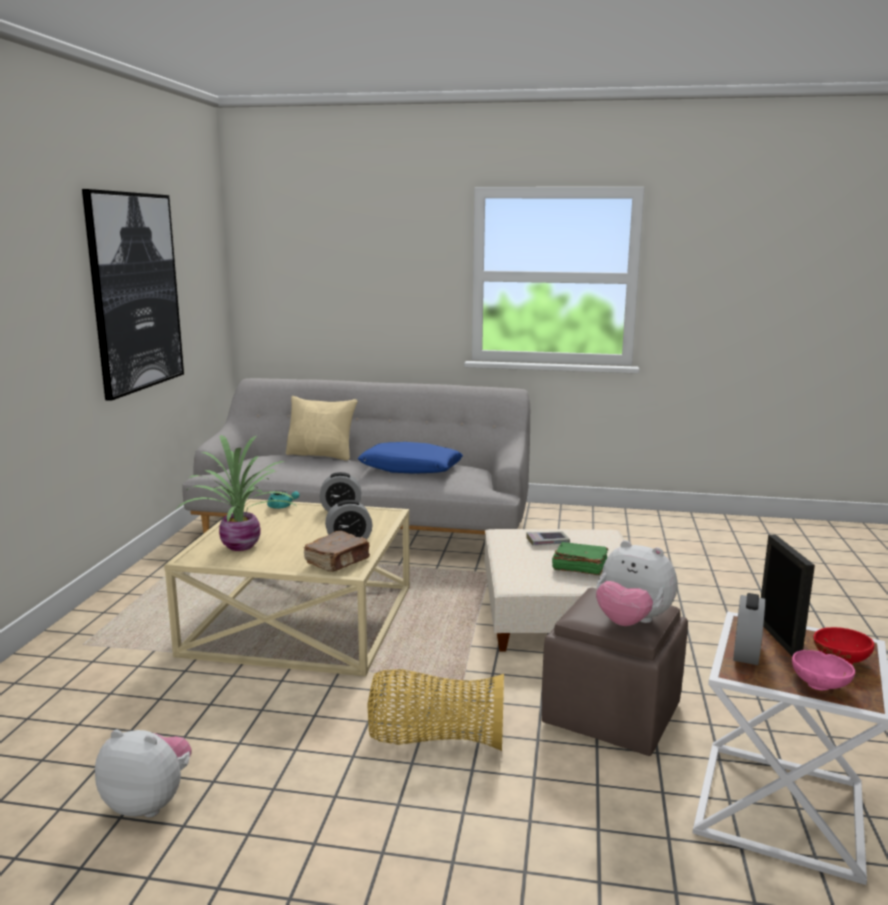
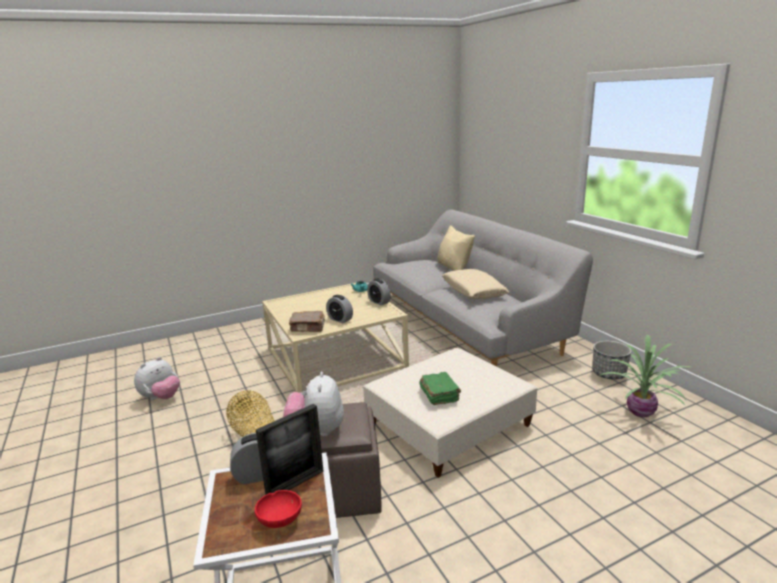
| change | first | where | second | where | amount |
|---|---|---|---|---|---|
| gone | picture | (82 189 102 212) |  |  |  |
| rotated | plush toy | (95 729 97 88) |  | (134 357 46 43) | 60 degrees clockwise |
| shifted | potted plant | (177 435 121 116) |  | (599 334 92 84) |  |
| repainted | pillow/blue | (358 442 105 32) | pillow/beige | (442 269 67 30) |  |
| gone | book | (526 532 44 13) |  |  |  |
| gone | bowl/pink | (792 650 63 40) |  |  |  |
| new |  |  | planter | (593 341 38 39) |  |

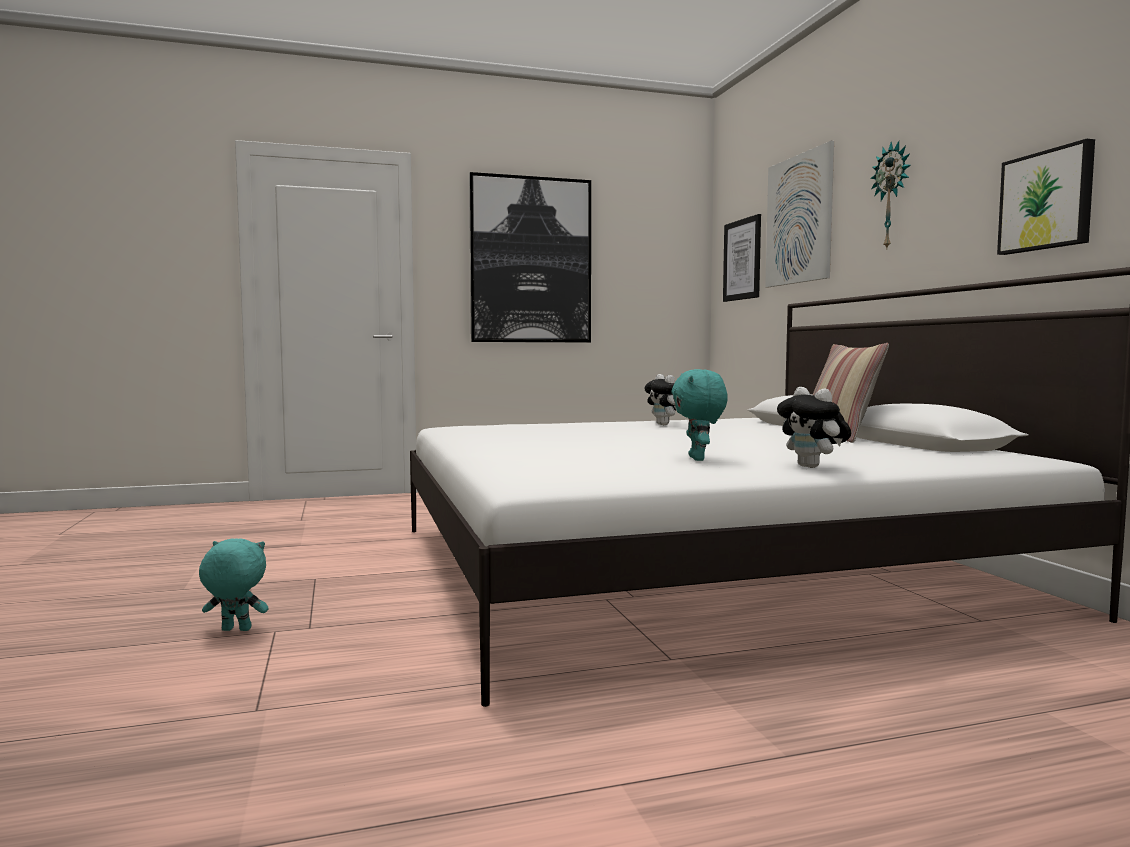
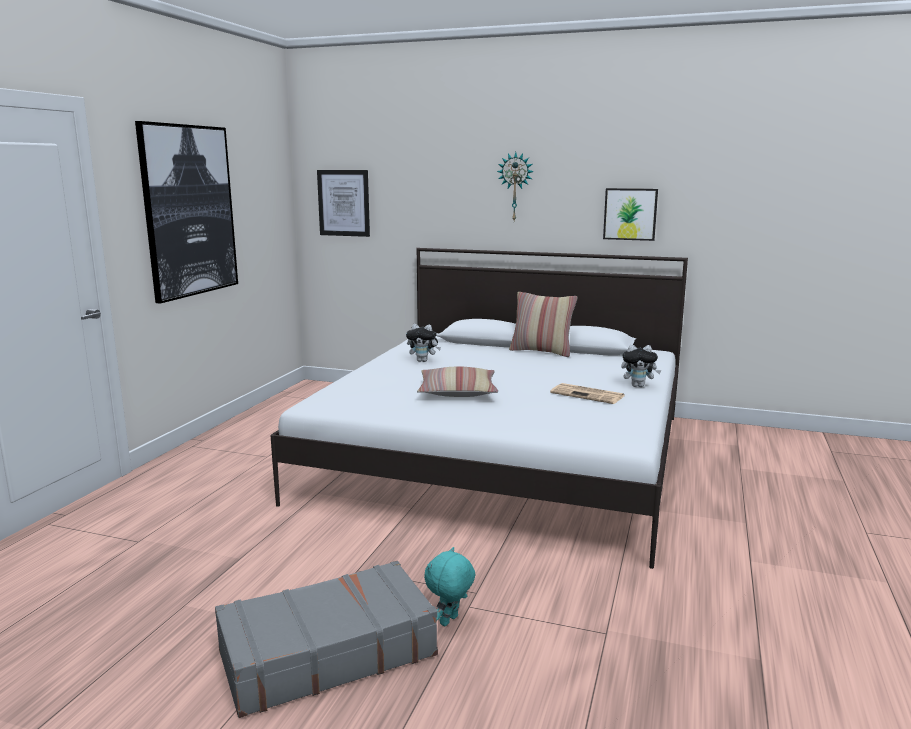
| change | first | where | second | where | amount |
|---|---|---|---|---|---|
| swapped | plush toy/turquoise | (671 369 57 92) | newspaper | (550 383 74 21) |  |
| gone | picture | (765 141 69 146) |  |  |  |
| new |  |  | suitcase/grey | (215 561 223 157) |  |
| new |  |  | pillow | (417 367 81 30) |  |

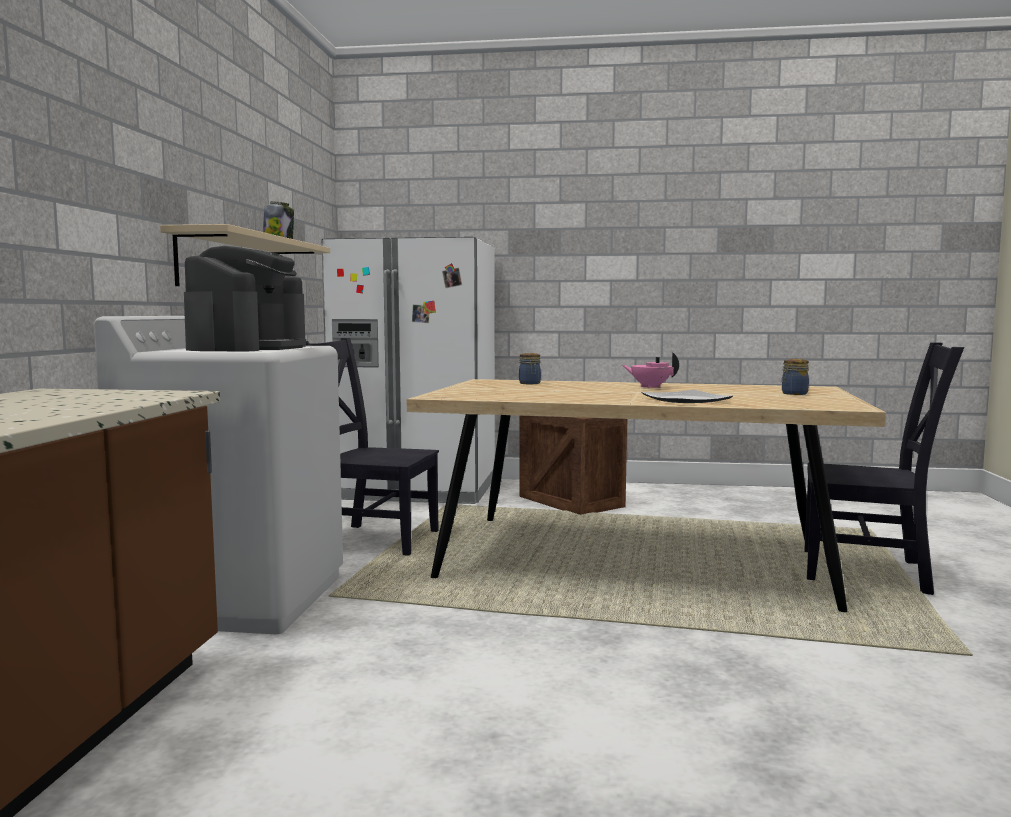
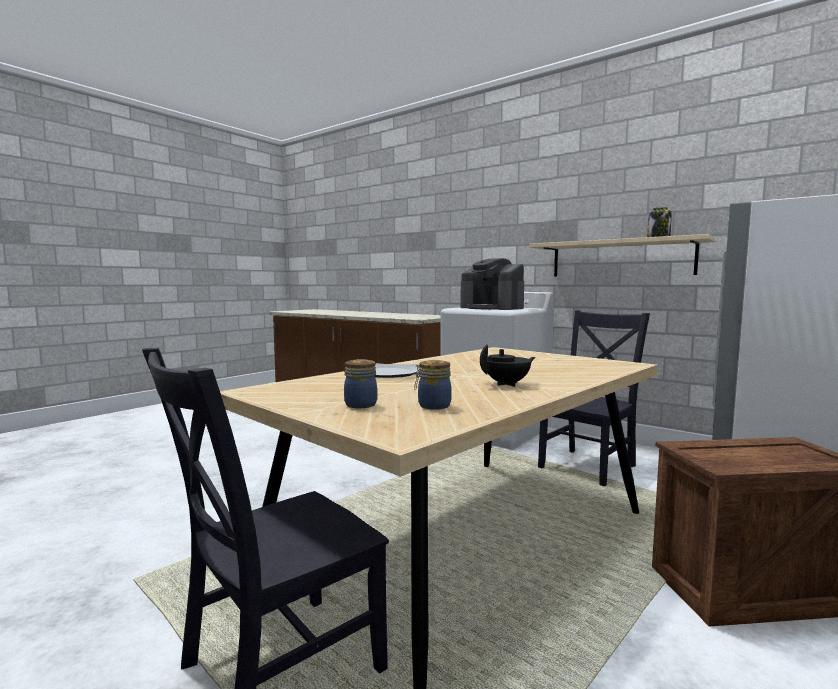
| change | first | where | second | where | amount |
|---|---|---|---|---|---|
| shifted | jar | (519 353 22 31) |  | (414 360 37 50) |  |
| repainted | teapot/pink | (622 352 57 36) | teapot/black | (480 344 55 43) |  |

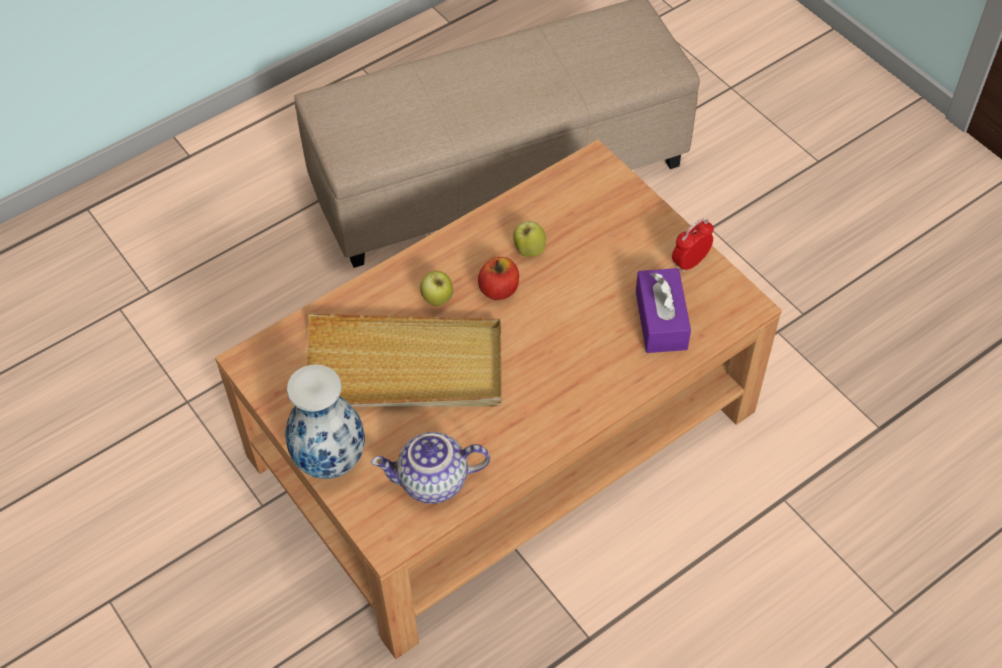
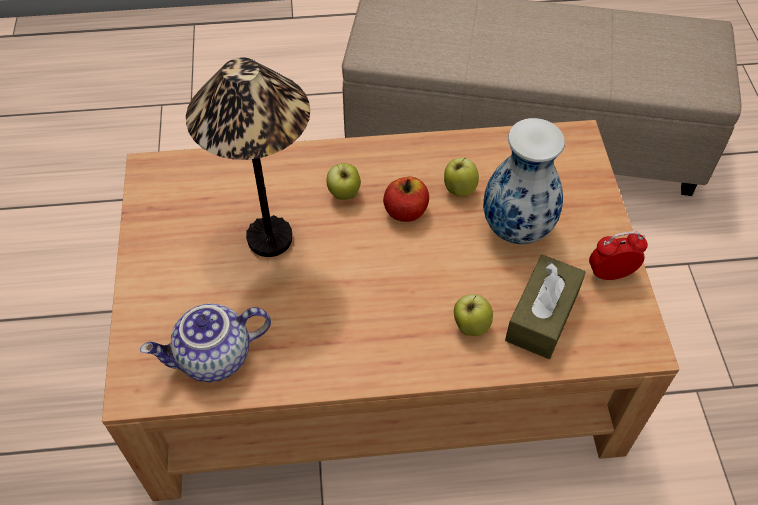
| change | first | where | second | where | amount |
|---|---|---|---|---|---|
| shifted | vase | (285 364 80 115) |  | (483 118 82 126) |  |
| swapped | tray/beige | (307 314 195 92) | table lamp | (186 57 124 200) |  |
| rotated | teapot | (371 432 119 72) |  | (140 304 131 78) | 45 degrees counterclockwise |
| repainted | tissue box/purple | (636 268 55 85) | tissue box/brown | (505 255 81 104) |  |
| new |  |  | apple | (454 294 39 42) |  |

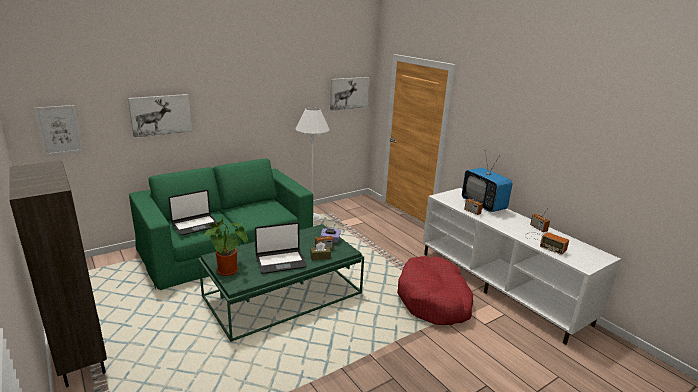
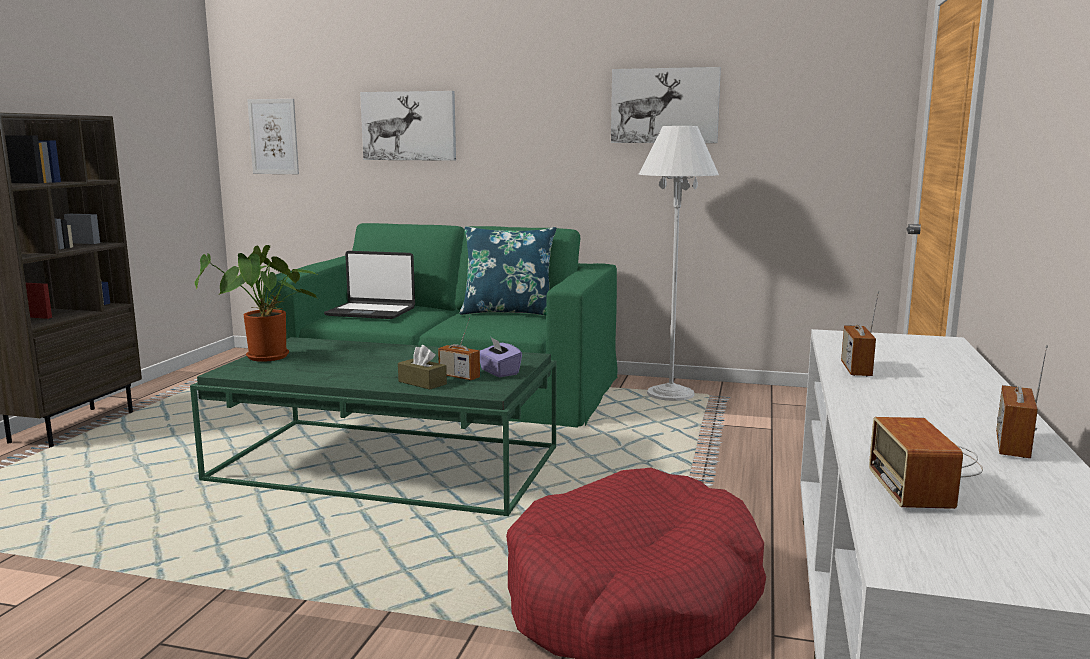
| change | first | where | second | where | amount |
|---|---|---|---|---|---|
| gone | laptop | (255 222 52 52) |  |  |  |
| shifted | picture | (330 77 40 34) |  | (611 67 110 76) |  |
| gone | television | (462 152 50 60) |  |  |  |
| new |  |  | pillow/blue | (459 226 98 90) |  |

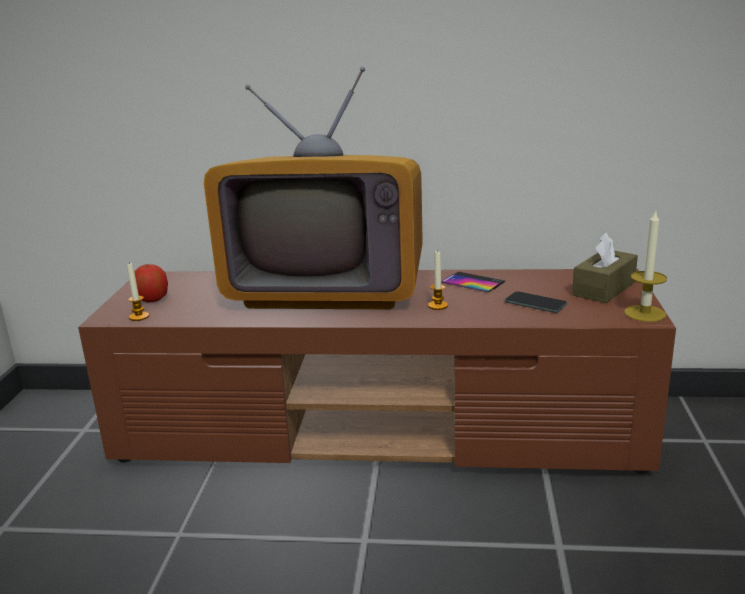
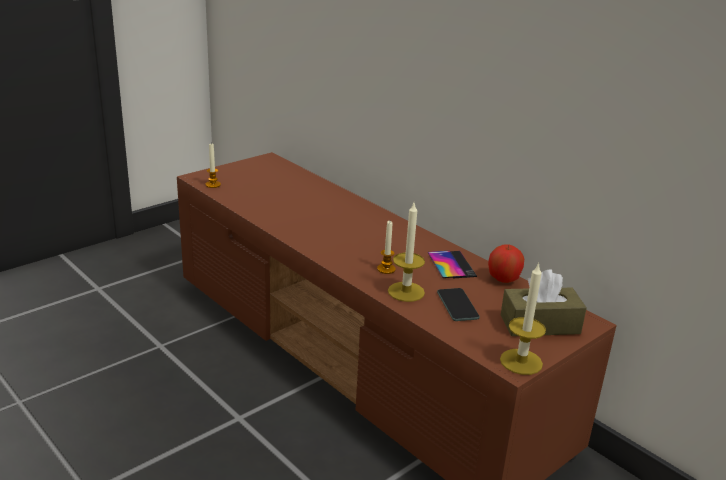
| change | first | where | second | where | amount |
|---|---|---|---|---|---|
| shifted | apple | (134 264 34 39) |  | (488 244 36 39) |  |
| gone | television | (204 67 219 242) |  |  |  |
| new |  |  | candle | (388 203 37 99) |  |

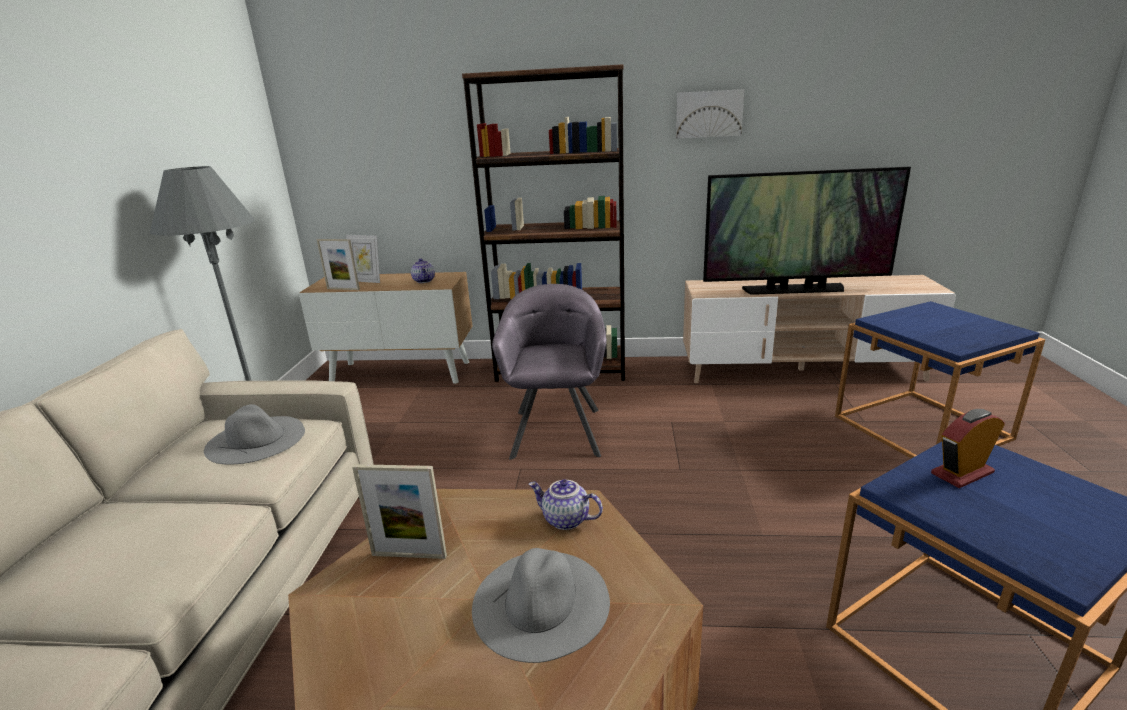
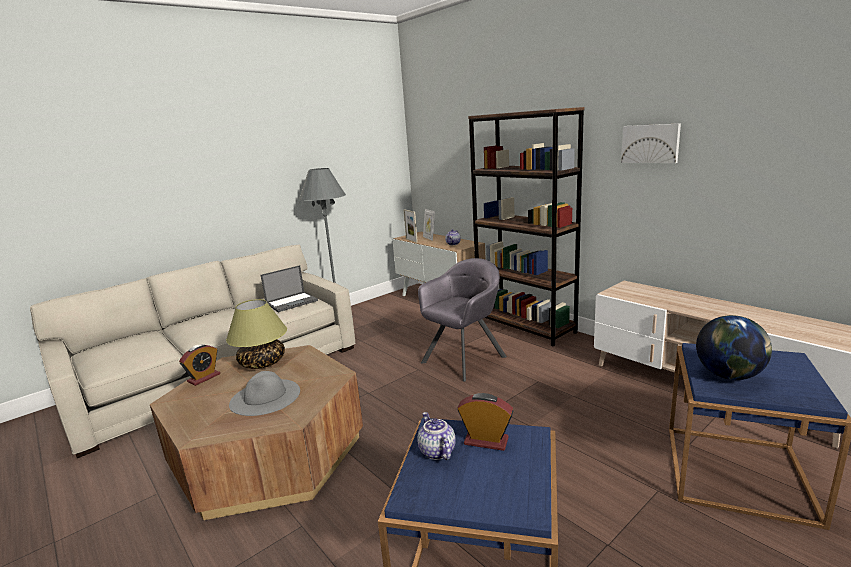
| change | first | where | second | where | amount |
|---|---|---|---|---|---|
| swapped | hat/grey | (204 404 101 61) | laptop | (261 265 57 47) |  |
| swapped | picture frame | (352 464 95 95) | table lamp | (226 299 61 70) |  |
| shifted | teapot | (529 479 74 51) |  | (417 412 39 48) |  |
| gone | television | (703 167 208 128) |  |  |  |
| new |  |  | alarm clock | (179 344 41 42) |  |
| new |  |  | globe | (696 315 76 65) |  |

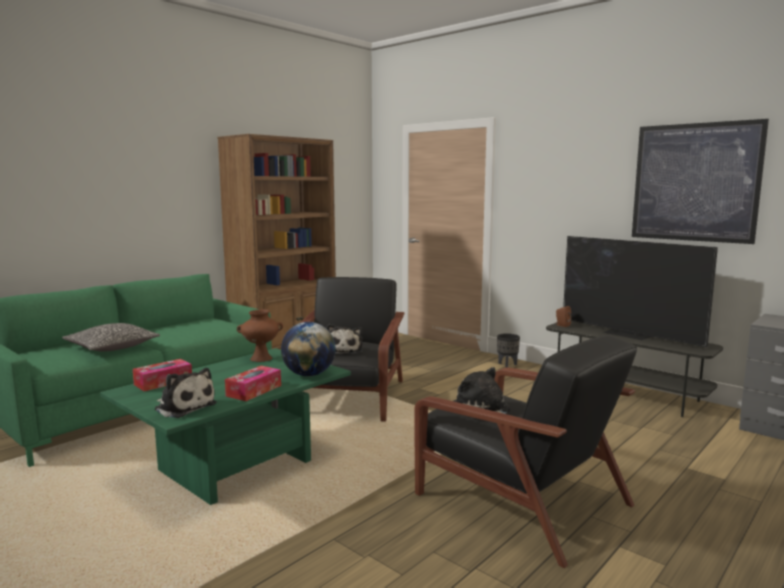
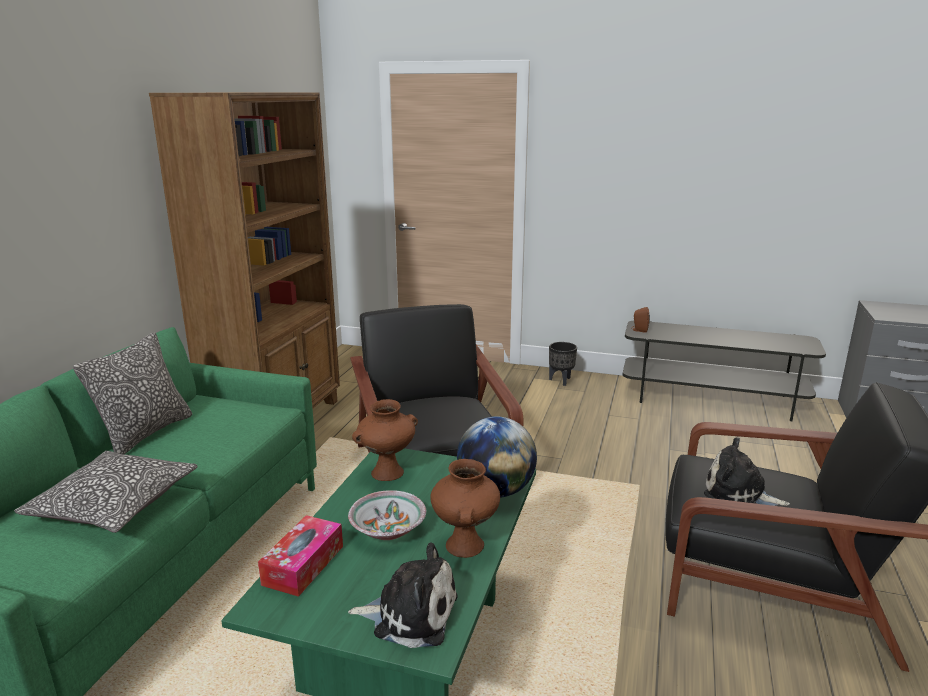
| change | first | where | second | where | amount |
|---|---|---|---|---|---|
| swapped | tissue box | (225 366 56 35) | vase/brown | (431 459 69 99) |  |
| gone | plush toy | (326 324 37 30) |  |  |  |
| gone | television | (563 236 155 111) |  |  |  |
| gone | picture | (632 119 137 125) |  |  |  |
| new |  |  | pillow | (73 332 119 122) |  |
| new |  |  | bowl | (348 490 78 50) |  |

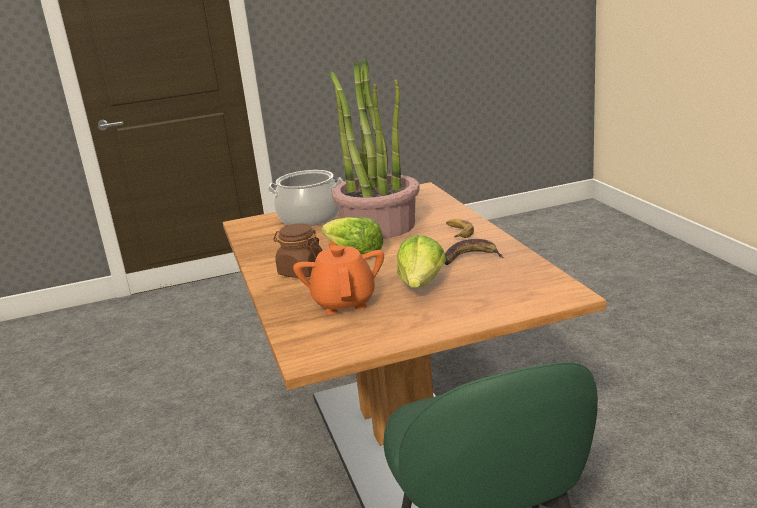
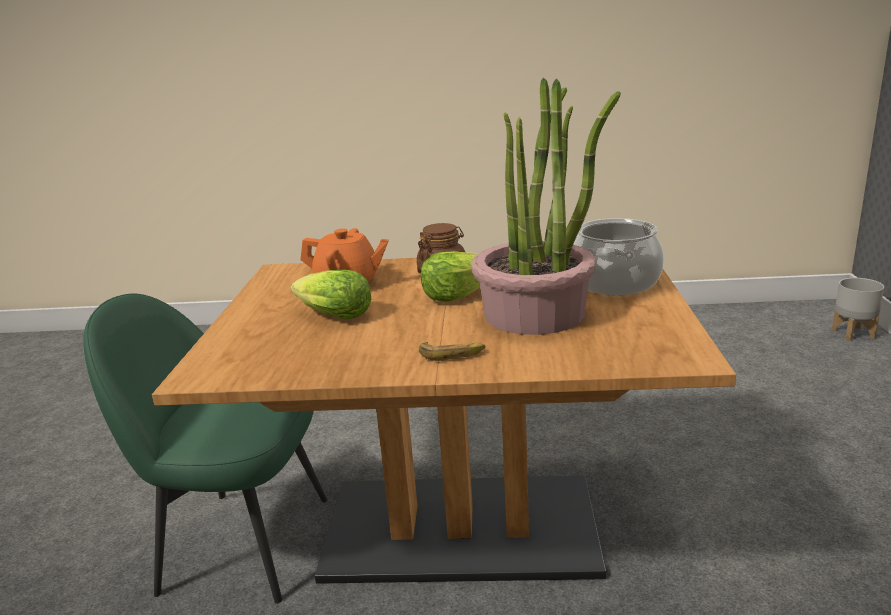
| change | first | where | second | where | amount |
|---|---|---|---|---|---|
| gone | banana | (444 239 61 26) |  |  |  |
| new |  |  | planter/grey | (832 278 52 63) |  |

